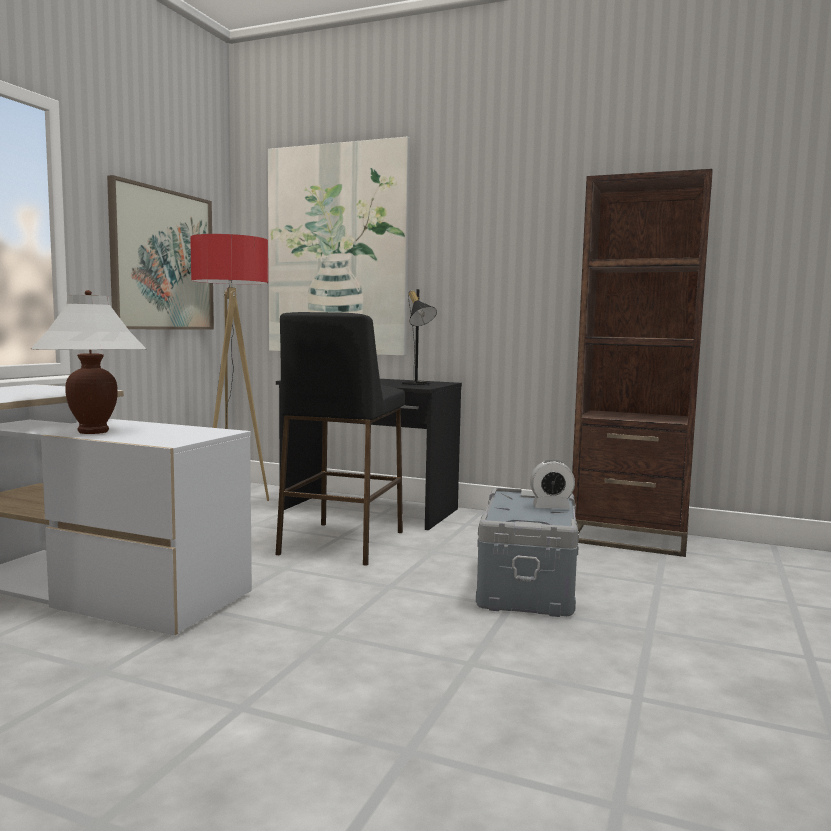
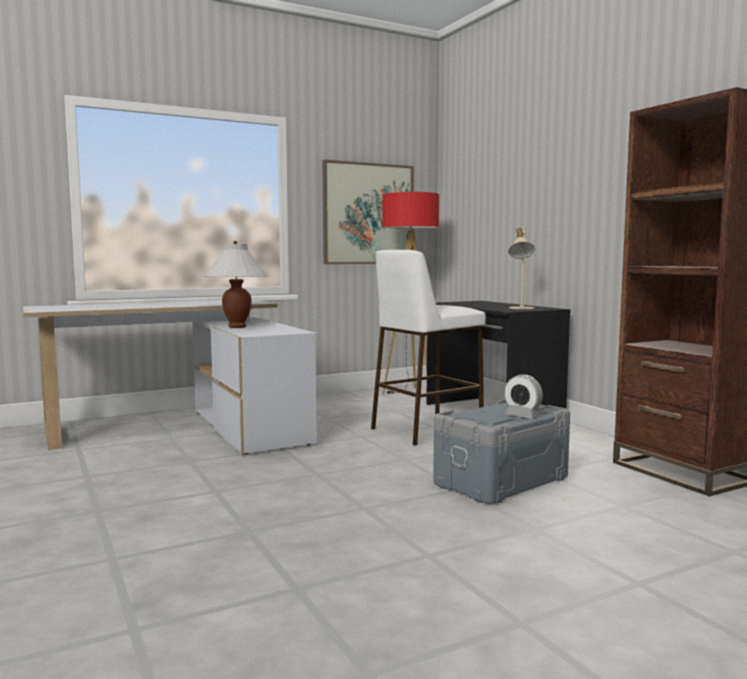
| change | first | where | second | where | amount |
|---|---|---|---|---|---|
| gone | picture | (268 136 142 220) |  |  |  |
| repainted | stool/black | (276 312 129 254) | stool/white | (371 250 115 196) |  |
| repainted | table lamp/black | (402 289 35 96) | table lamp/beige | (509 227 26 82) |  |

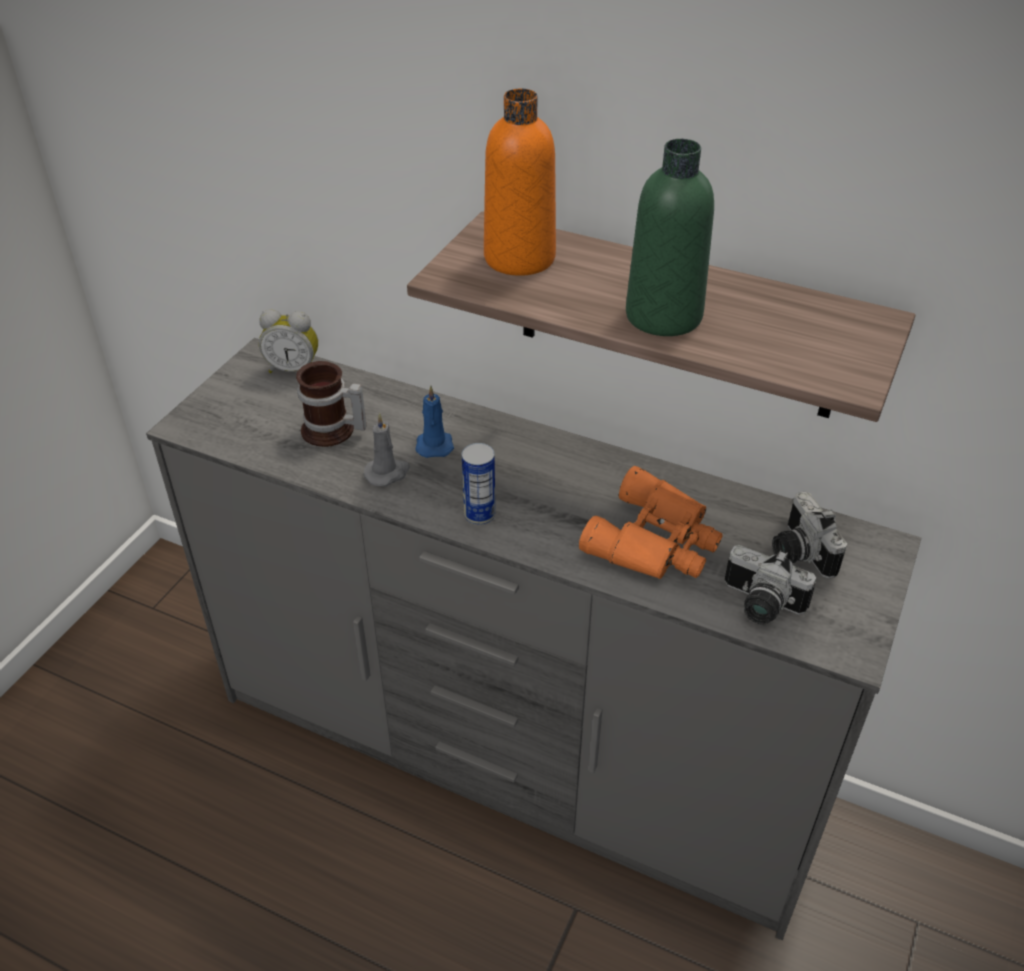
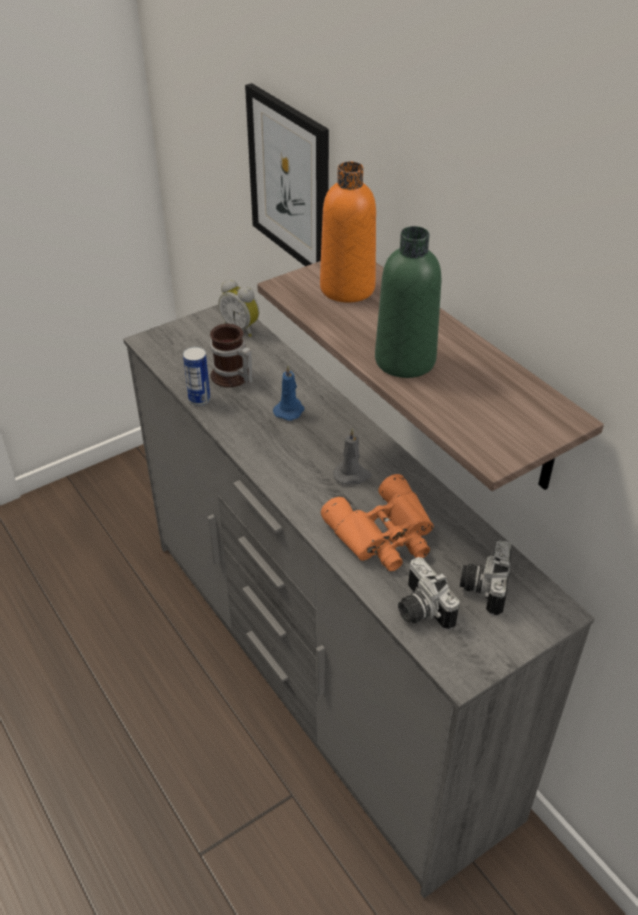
| change | first | where | second | where | amount |
|---|---|---|---|---|---|
| shifted | candle/grey | (363 413 47 73) |  | (333 428 39 57) |  |
| shifted | can | (462 443 33 82) |  | (183 347 27 59) |  |
| new |  |  | picture | (245 83 84 183) |  |

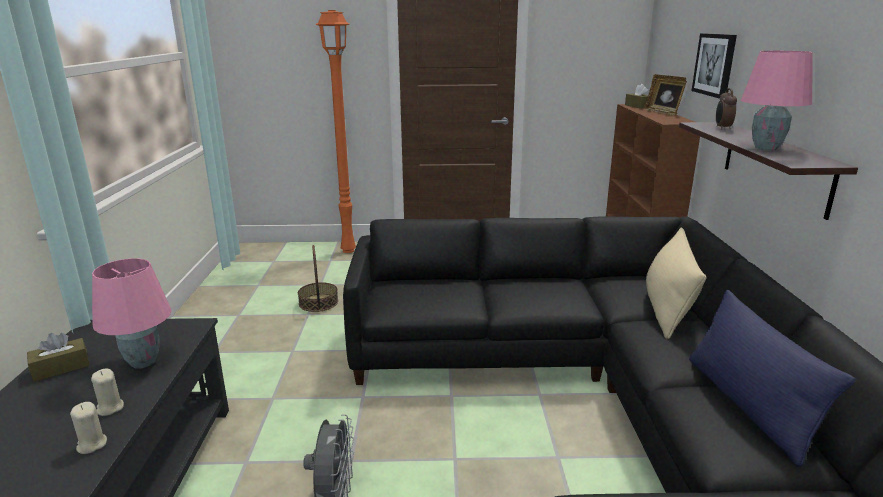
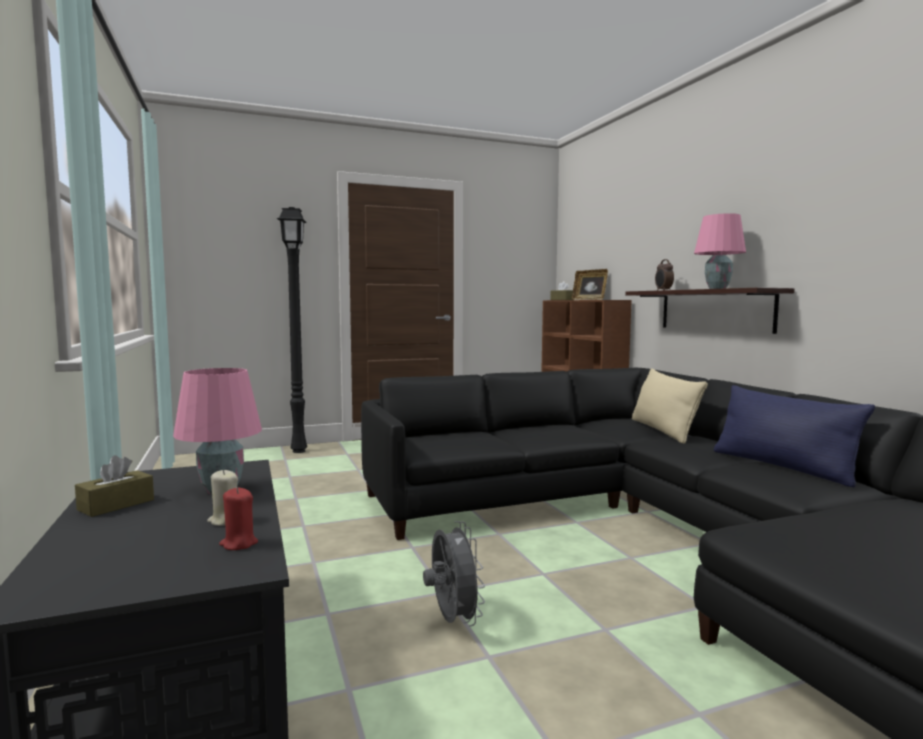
| change | first | where | second | where | amount |
|---|---|---|---|---|---|
| repainted | candle/beige | (70 402 37 52) | candle/red | (219 488 39 62) |  |
| gone | basket | (298 245 40 67) |  |  |  |
| repainted | floor lamp/orange | (315 10 41 243) | floor lamp/black | (277 207 30 246) |  |
| gone | picture | (692 33 45 66) |  |  |  |

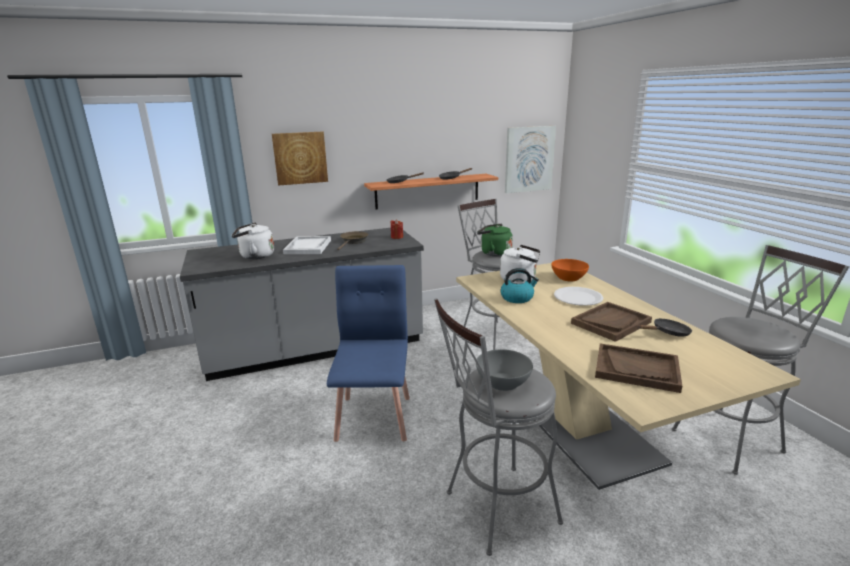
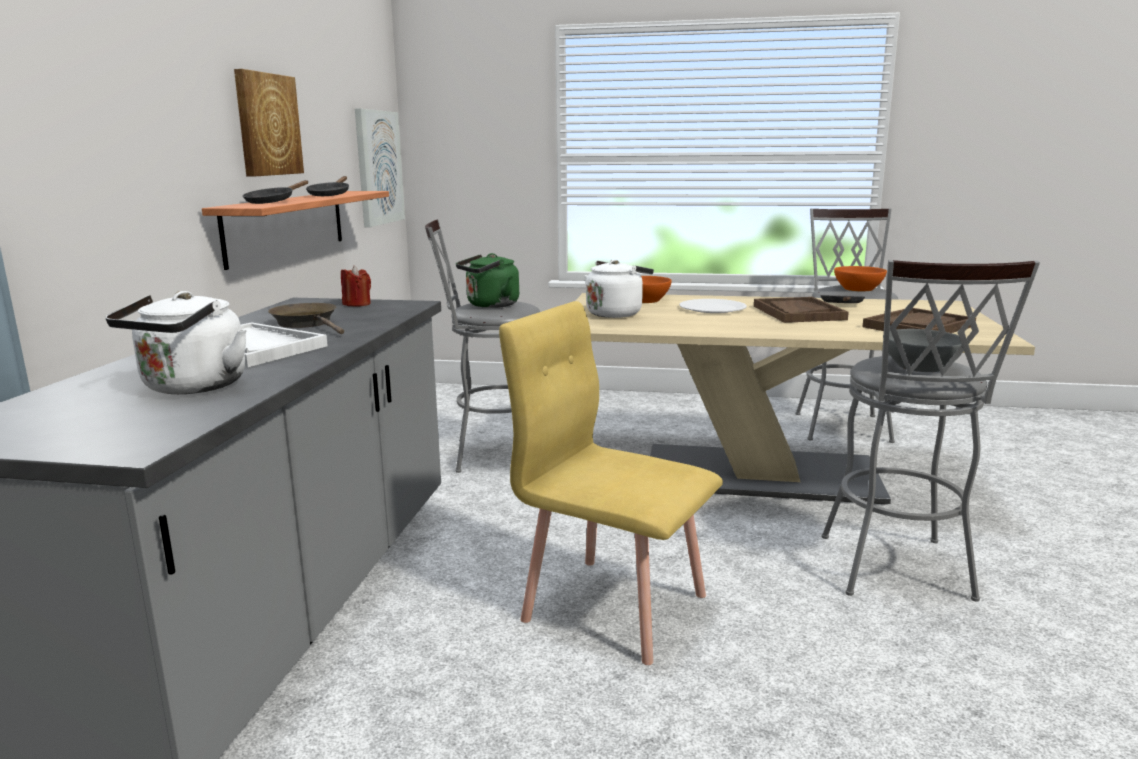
| change | first | where | second | where | amount |
|---|---|---|---|---|---|
| shifted | picture | (272 132 56 54) |  | (234 69 70 108) |  |
| repainted | chair/blue | (327 265 83 177) | chair/yellow | (499 301 224 364) |  |
| gone | kettle | (500 268 39 35) |  |  |  |
| new |  |  | bowl/orange | (834 266 53 25) |  |

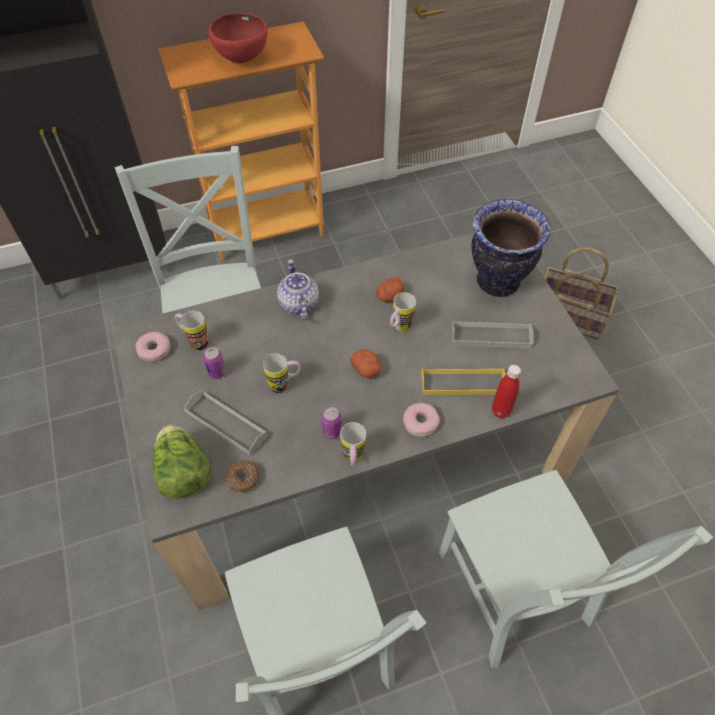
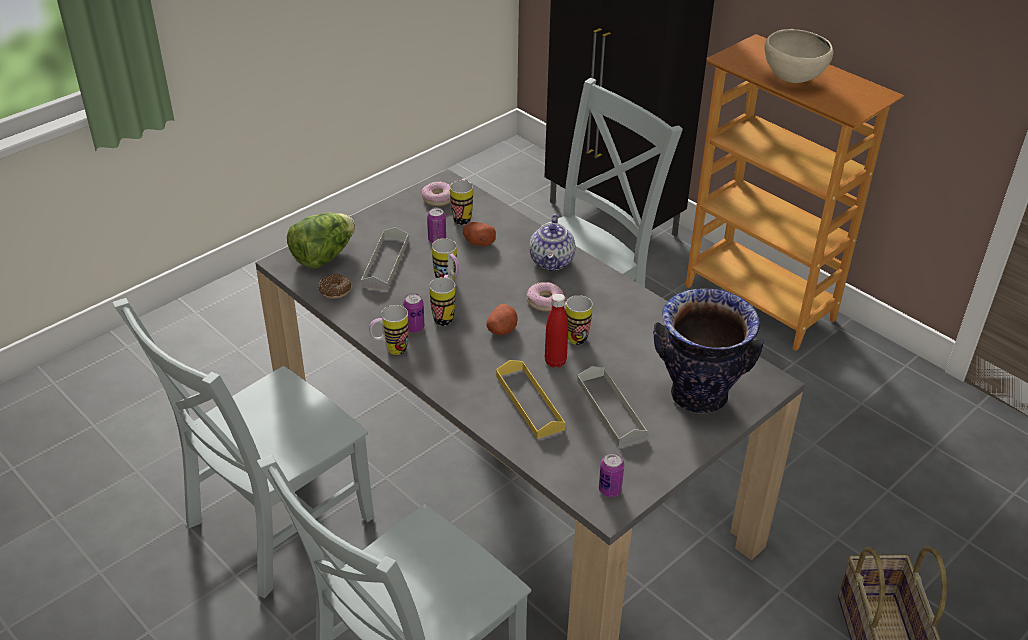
| change | first | where | second | where | amount |
|---|---|---|---|---|---|
| repainted | bowl/red | (209 13 59 50) | bowl/beige | (764 29 69 54) |  |
| rotated | teapot | (277 260 42 61) |  | (529 214 46 57) | 135 degrees clockwise |
| shifted | potato | (376 277 28 26) |  | (463 222 33 24) |  |
| shifted | donut | (403 403 37 34) |  | (526 282 38 29) |  |
| shifted | bottle/red | (492 365 29 54) |  | (545 293 23 75) |  |
| new |  |  | mug | (429 275 26 51) |  |
| new |  |  | can | (599 453 25 44) |  |

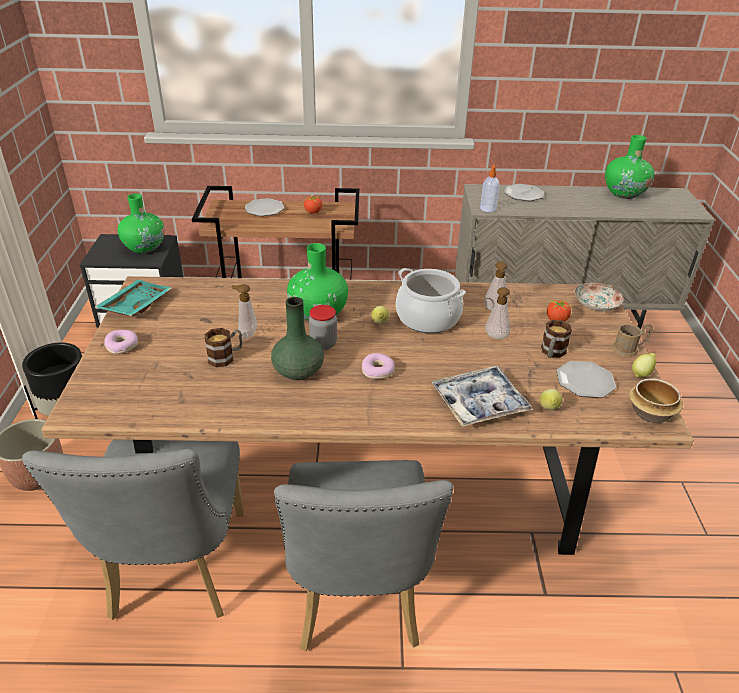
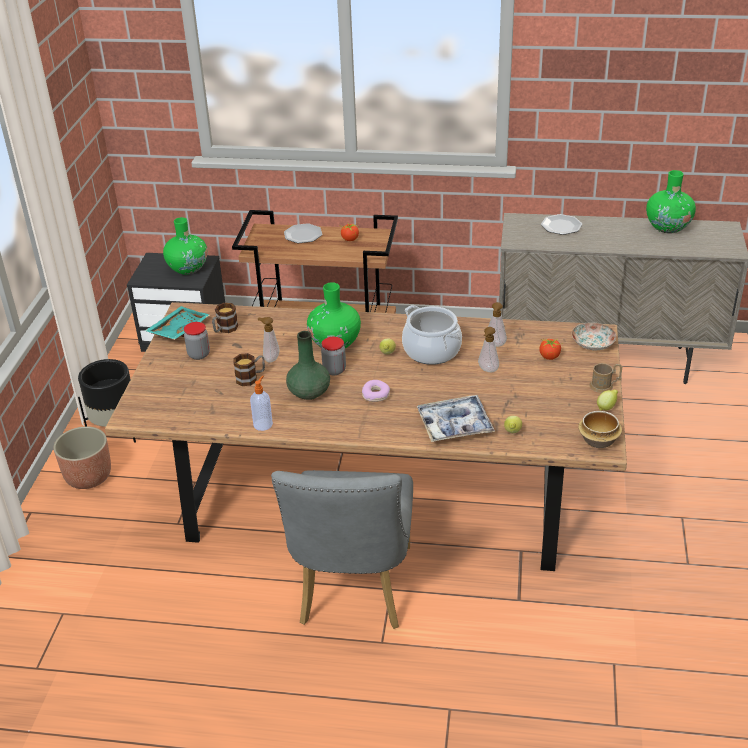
| change | first | where | second | where | amount |
|---|---|---|---|---|---|
| gone | chair/grey | (22 440 222 180) |  |  |  |
| gone | donut | (104 330 34 24) |  |  |  |
| shifted | soap dispenser | (480 163 20 49) |  | (250 376 23 55) |  |
| shifted | mug | (541 320 31 38) |  | (212 303 26 30) |  |
| gone | plate | (556 361 60 37) |  |  |  |
| new |  |  | jar | (184 322 26 38) |  |

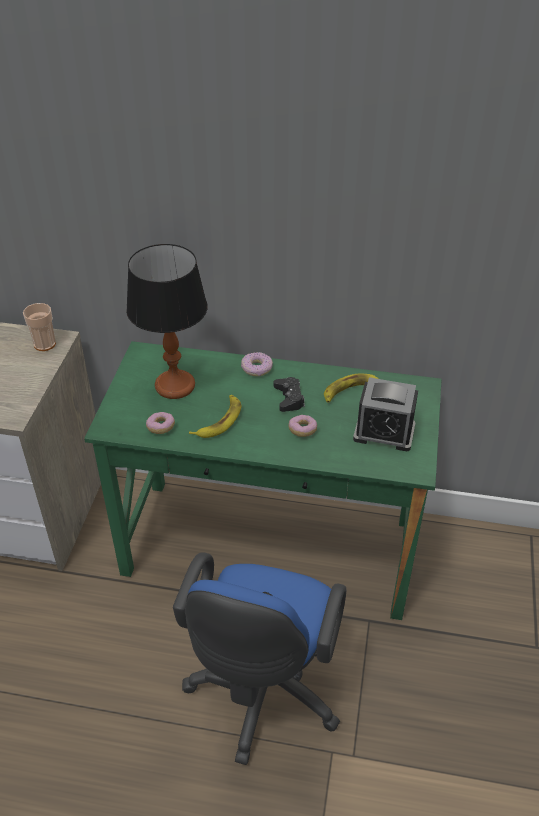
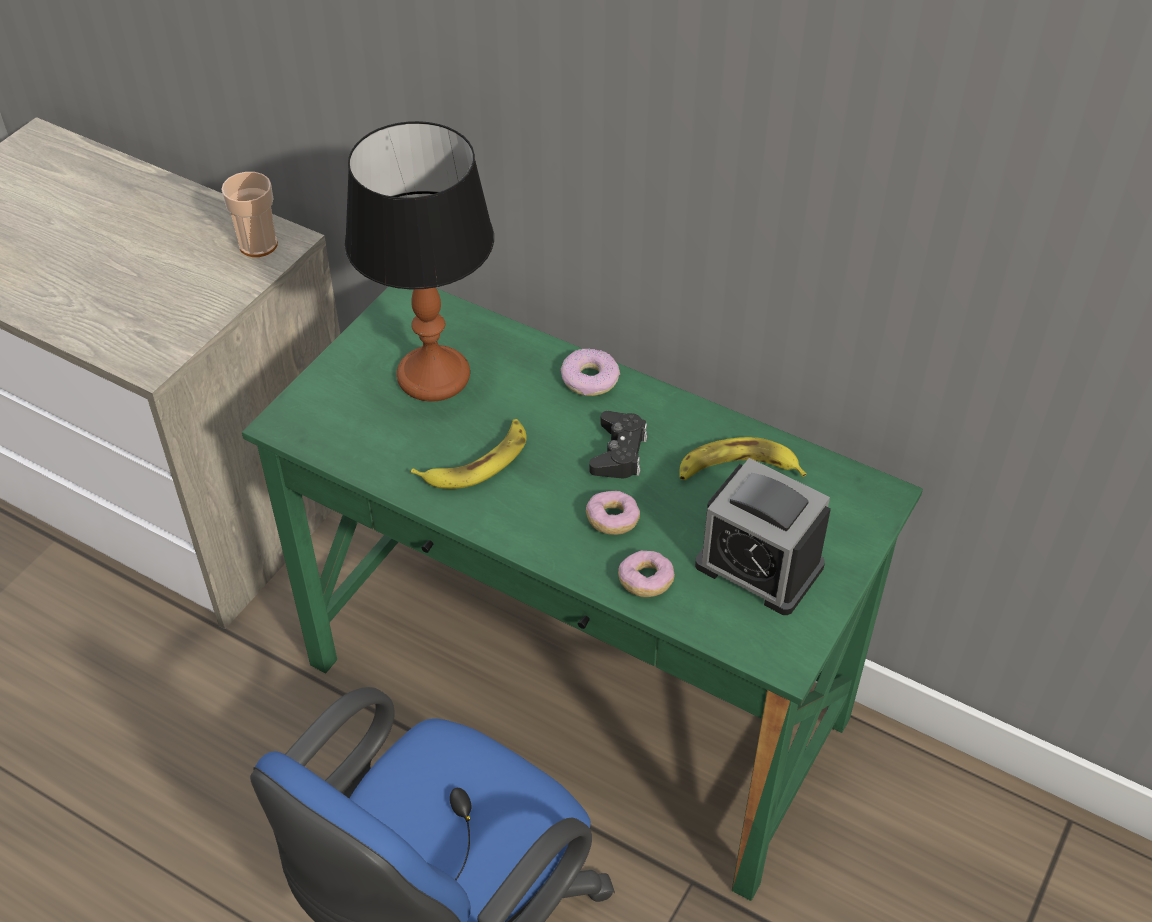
| change | first | where | second | where | amount |
|---|---|---|---|---|---|
| shifted | donut | (146 412 29 22) |  | (618 551 57 46) |  |

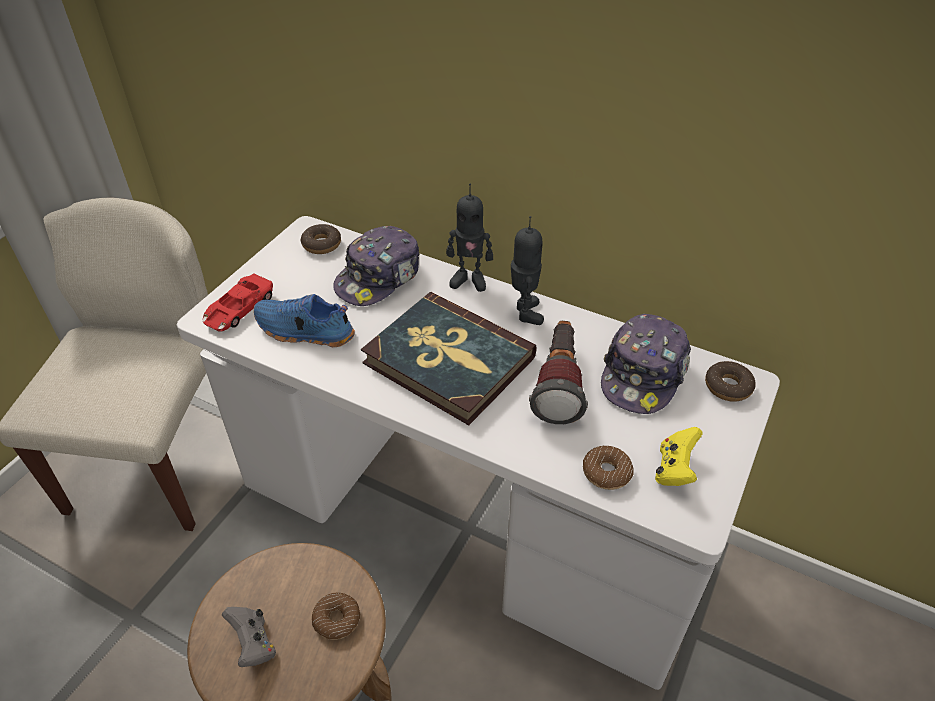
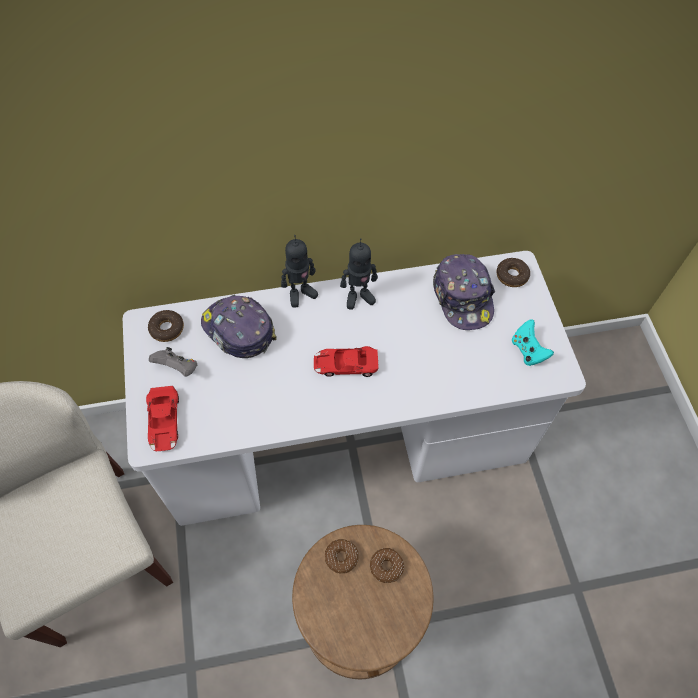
| change | first | where | second | where | amount |
|---|---|---|---|---|---|
| shifted | game controller/grey | (222 607 54 60) |  | (149 347 48 29) |  |
| gone | shoe/blue | (254 294 101 53) |  |  |  |
| rotated | cap | (333 226 86 80) |  | (201 295 76 63) | 135 degrees clockwise |
| swapped | book | (361 292 176 133) | toy car/red | (314 346 65 31) |  |
| rotated | toy robot | (511 216 33 109) |  | (340 238 38 72) | 120 degrees clockwise |
| gone | flashlight | (529 321 59 103) |  |  |  |
| shifted | donut | (583 446 51 44) |  | (325 539 34 35) |  |
| repainted | game controller/yellow | (655 427 47 59) | game controller/turquoise | (512 320 42 46) |  |

